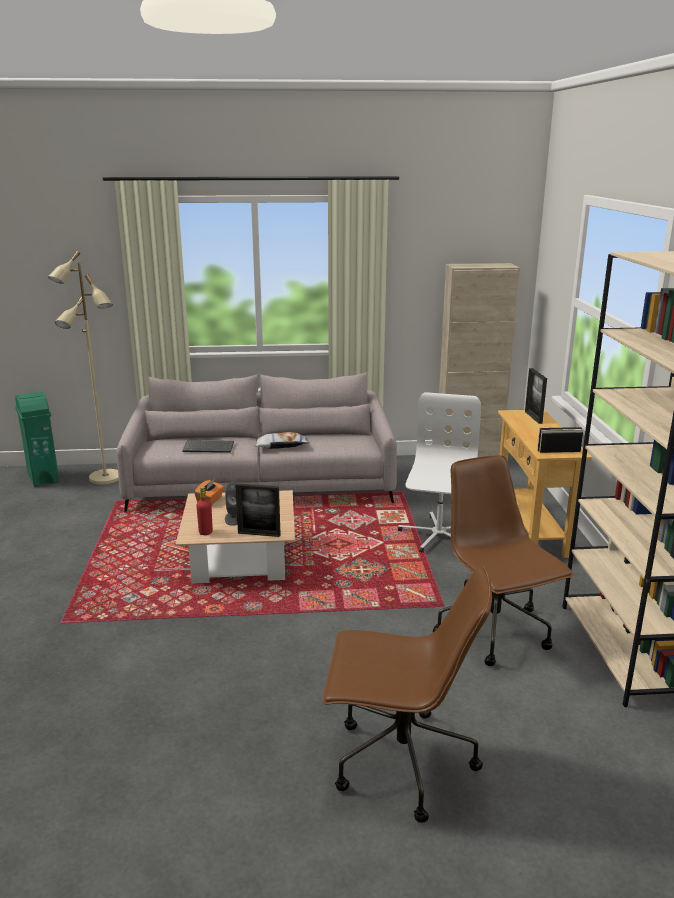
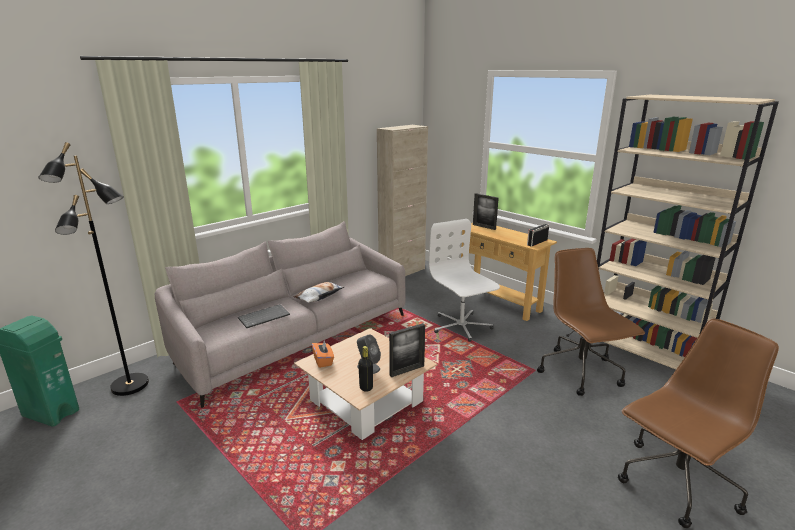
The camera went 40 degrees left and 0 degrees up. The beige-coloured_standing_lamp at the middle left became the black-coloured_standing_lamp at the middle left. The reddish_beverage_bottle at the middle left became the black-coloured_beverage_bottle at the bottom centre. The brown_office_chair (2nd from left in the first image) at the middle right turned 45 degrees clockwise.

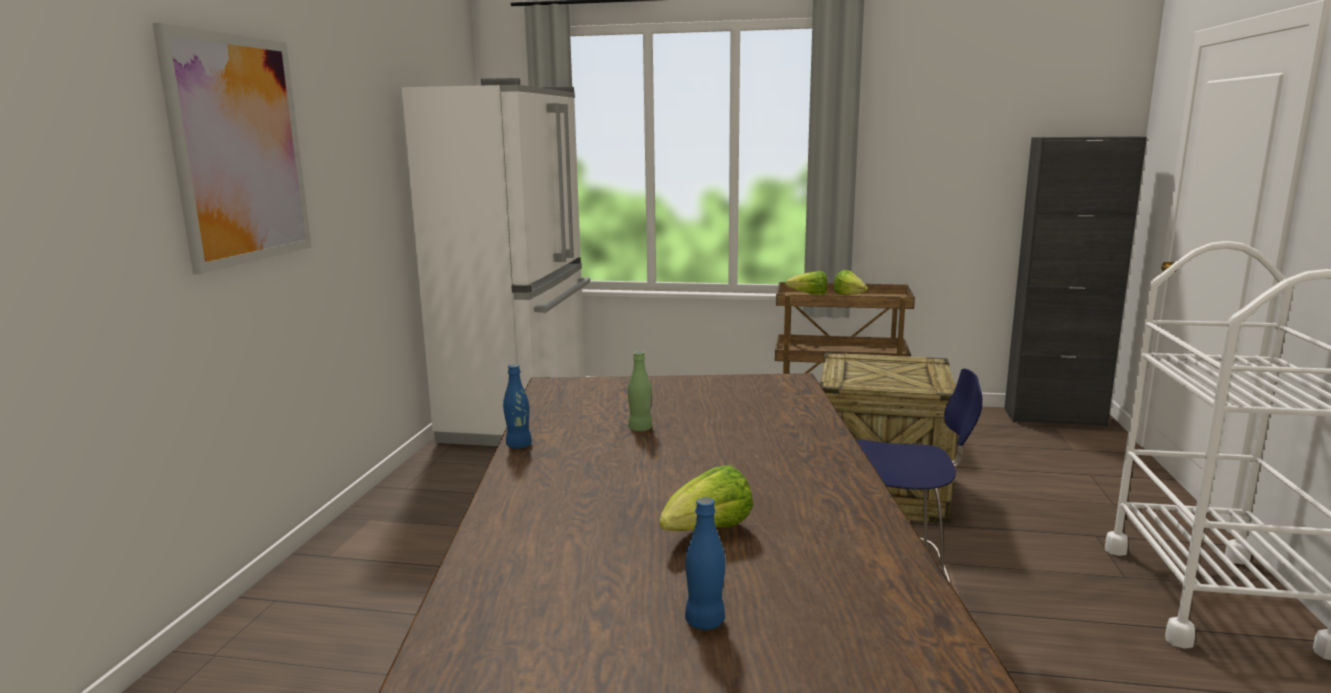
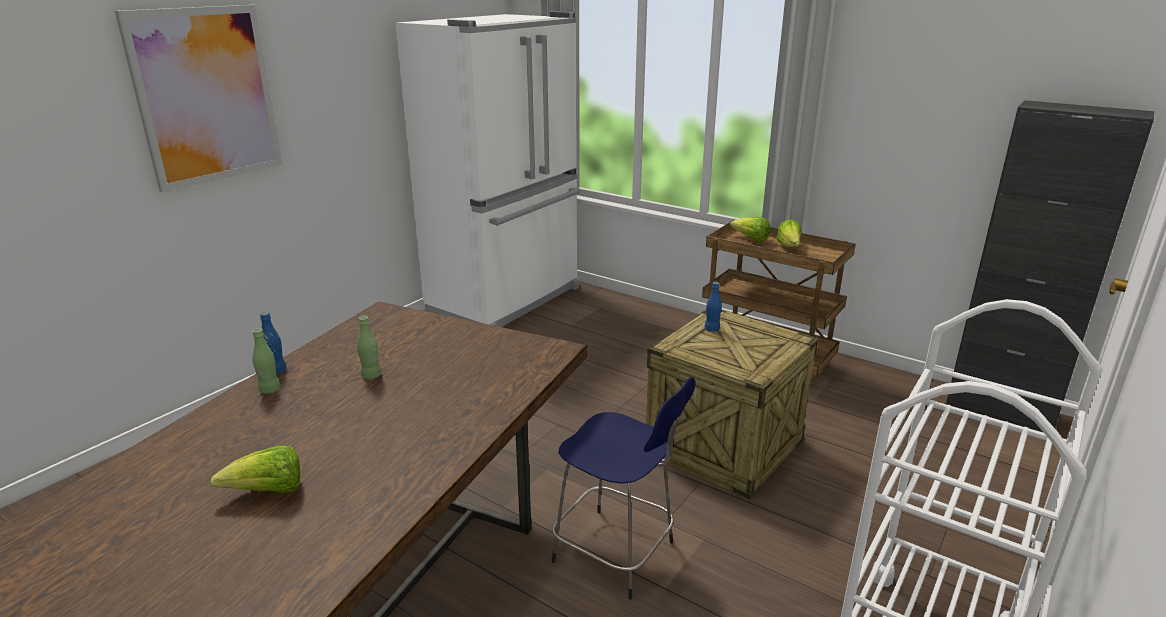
The camera went 25 degrees right and 10 degrees up. The blue-coloured_beverage_bottle (2nd from left) moved from the bottom centre to the centre. The green_beverage_bottle (1st from left) at the middle left appeared.

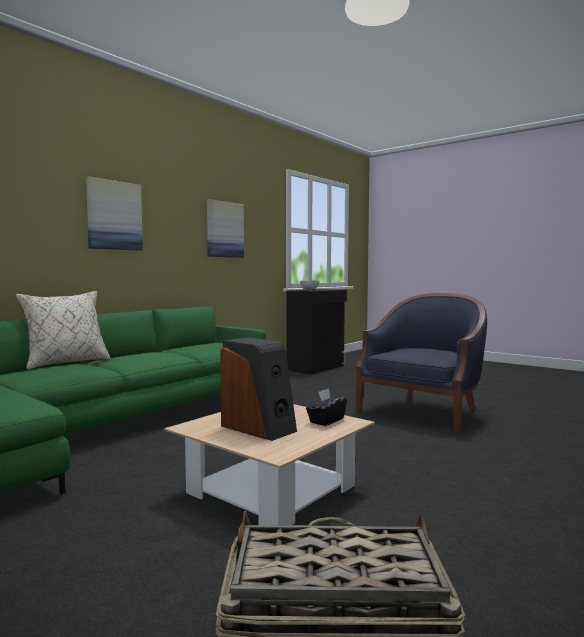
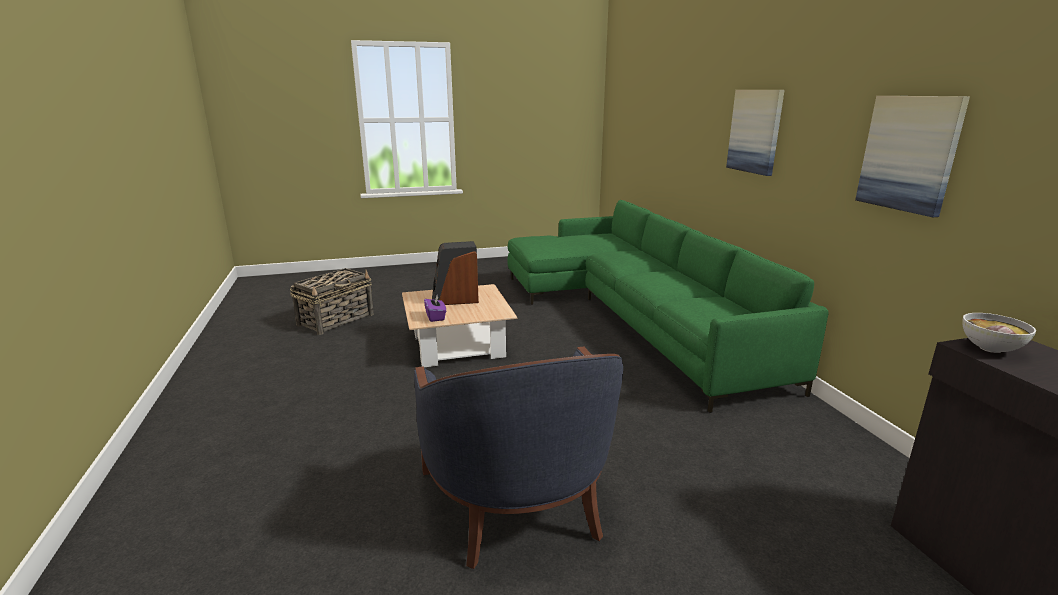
The camera went 125 degrees right and 15 degrees up. The beige-coloured_pillow at the middle left disappeared. The black-coloured_tissue_box at the centre became the purple_tissue_box at the centre.

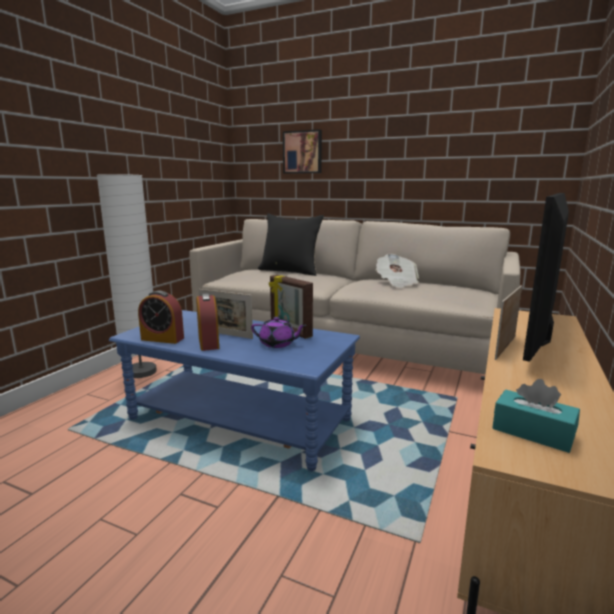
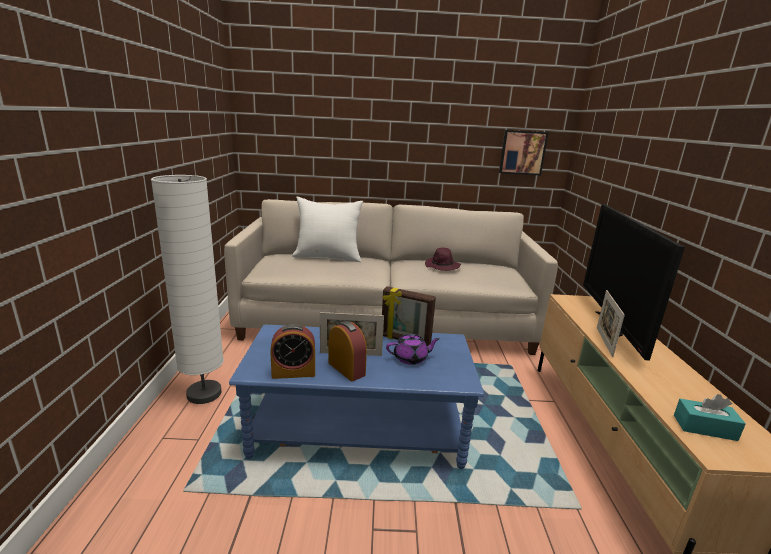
The camera went 25 degrees left and 5 degrees up. The black-coloured_pillow at the centre became the white-coloured_pillow at the centre. The wall_art moved from the top centre to the top right. The newspaper at the centre was replaced by the purple_wearable_hat at the centre.

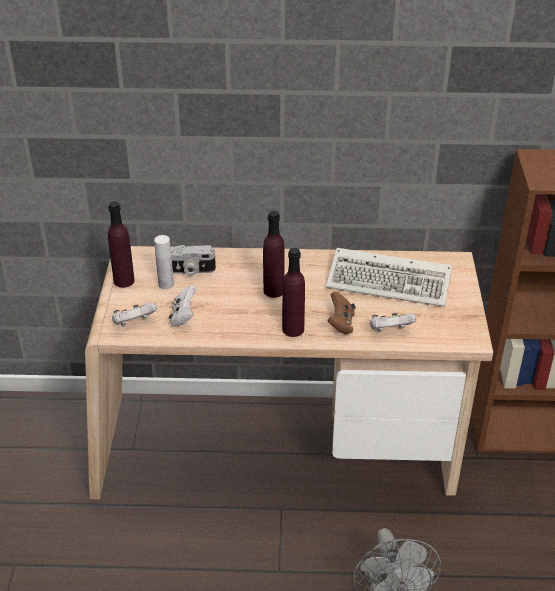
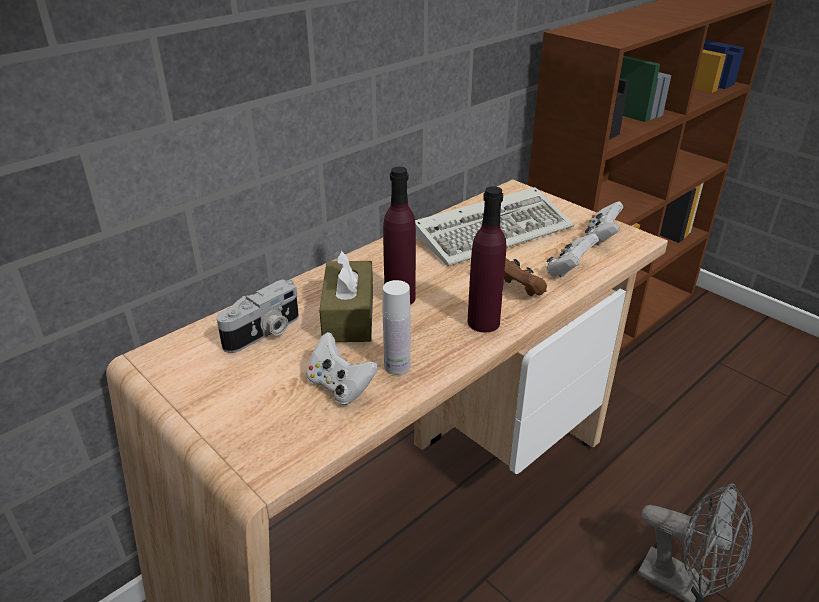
The camera went 45 degrees left and 5 degrees down. The purple_beverage_bottle (1st from left) at the middle left disappeared. The white-coloured_gamepad (1st from left in the first image) moved from the middle left to the middle right. The white-coloured_beverage_bottle moved from the middle left to the centre. The brown_tissue_box at the centre appeared.

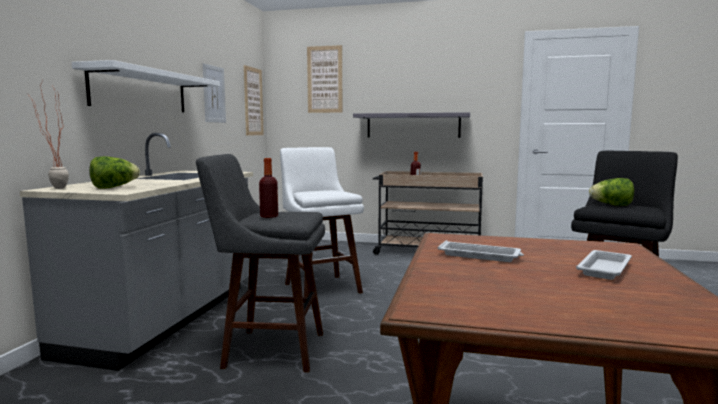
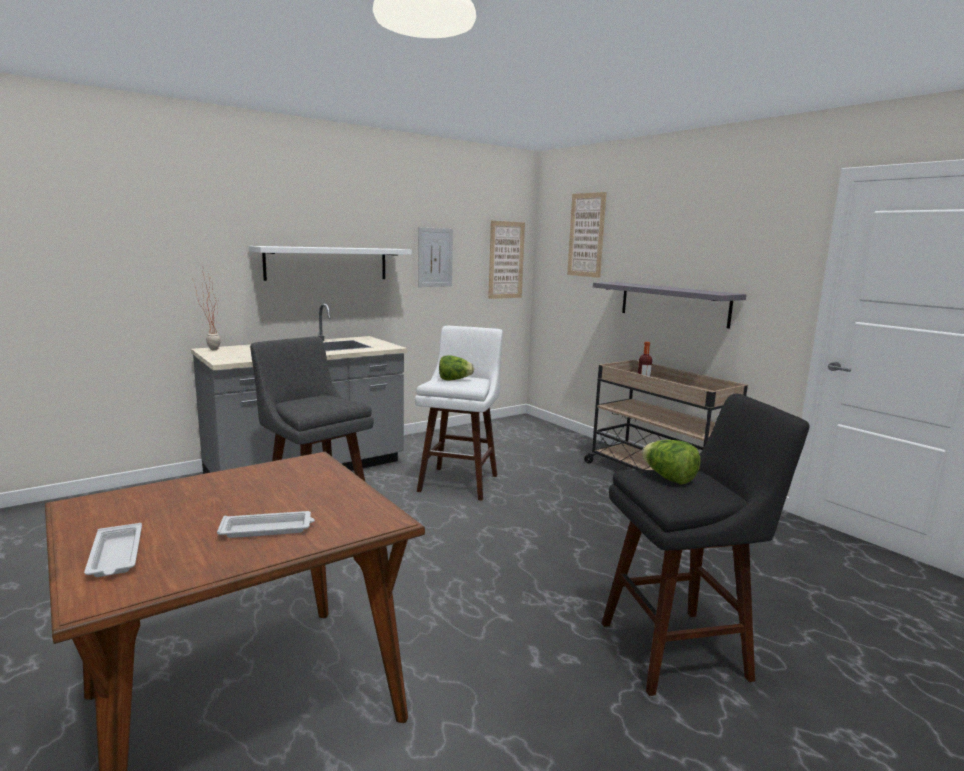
The camera went 40 degrees right and 5 degrees up. The lettuce_head (1st from left) moved from the middle left to the centre. The beverage_bottle (1st from left) at the centre disappeared. The white-coloured_carrying_tray (1st from left) moved from the middle right to the bottom left.

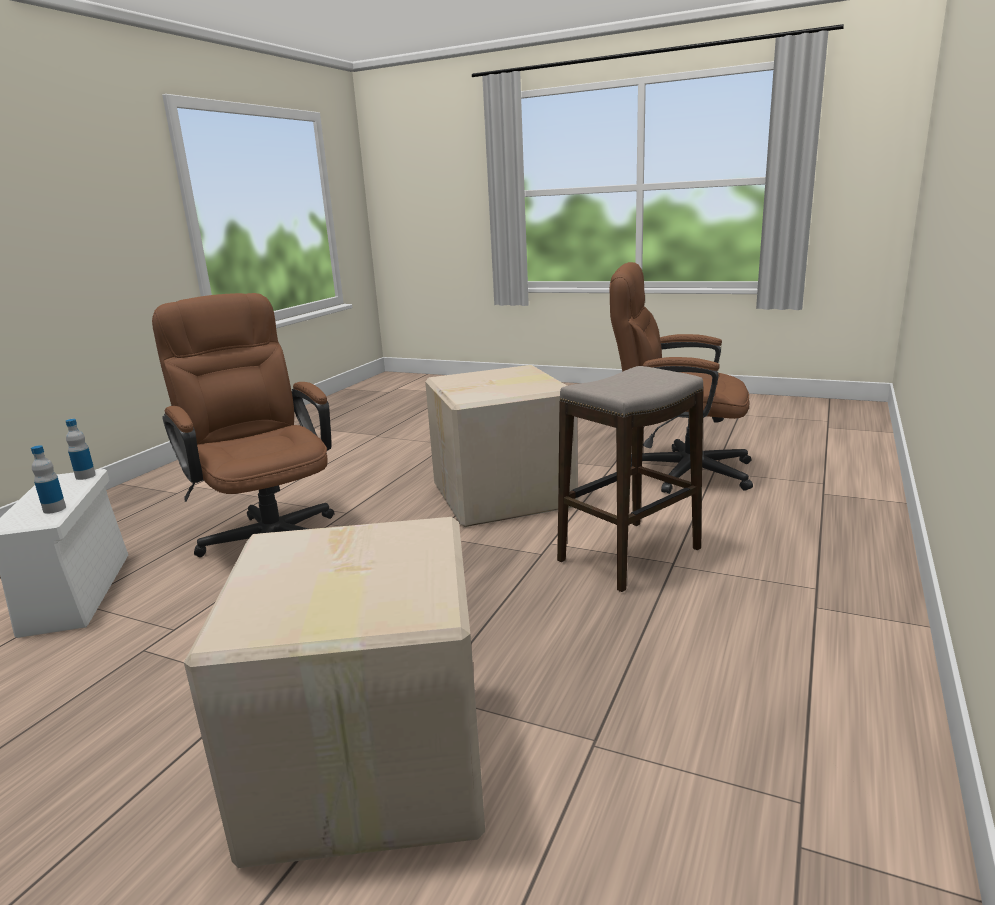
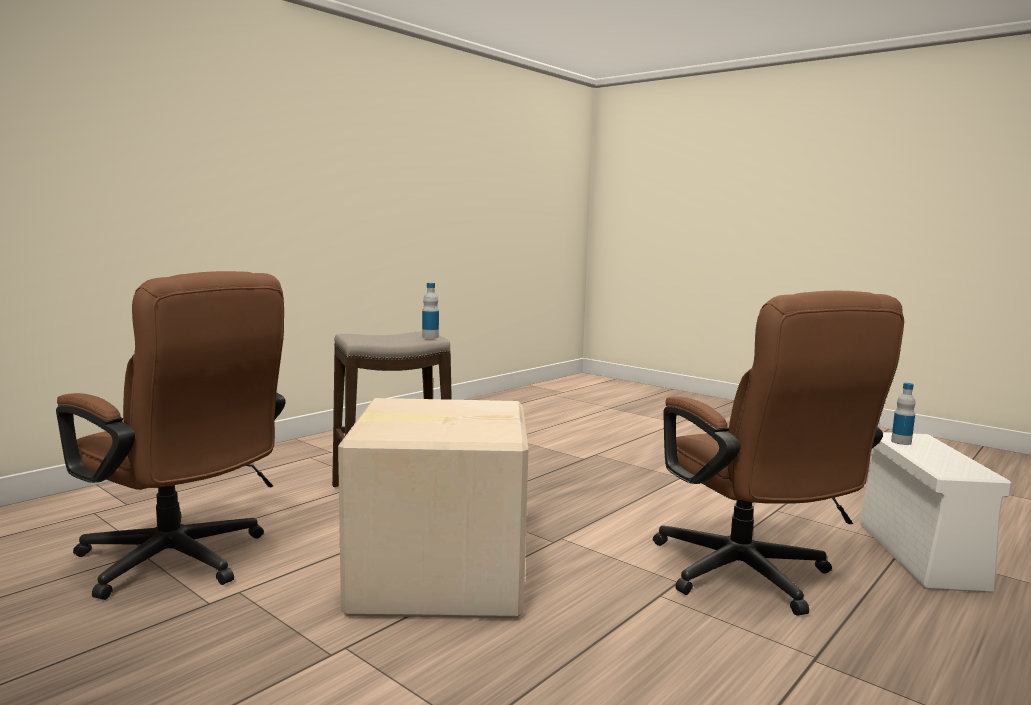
The camera went 165 degrees left and 10 degrees down. The beverage_bottle (2nd from left in the first image) moved from the middle left to the centre. The carton (1st from left) at the bottom centre disappeared.

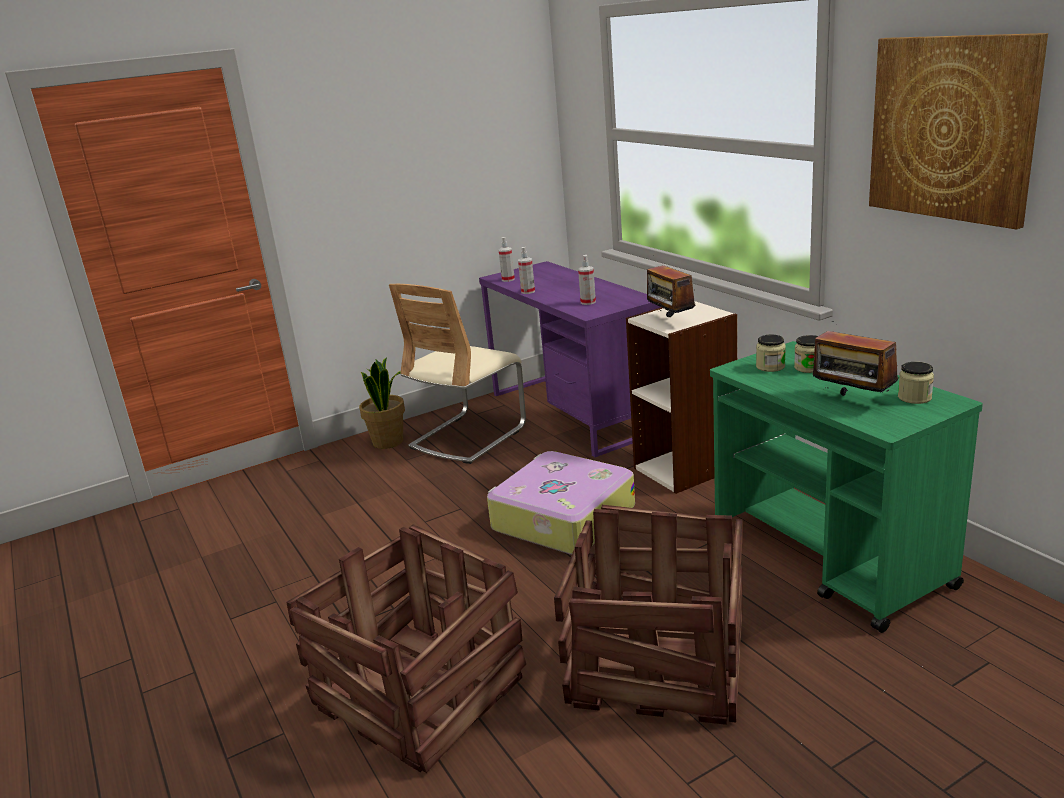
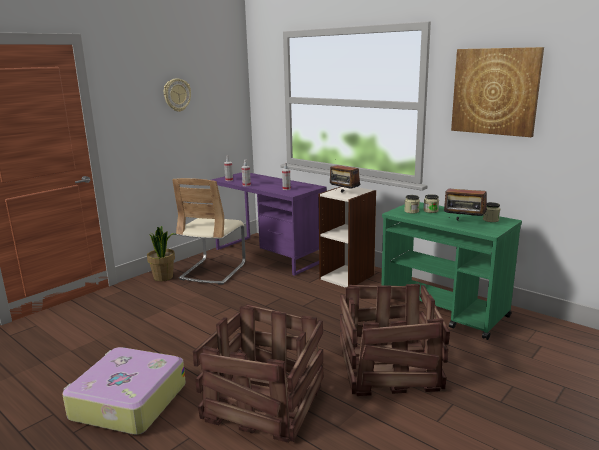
The camera went 20 degrees left and 5 degrees down. The piece_of_luggage moved from the centre to the bottom left. The wall_clock at the top left appeared.

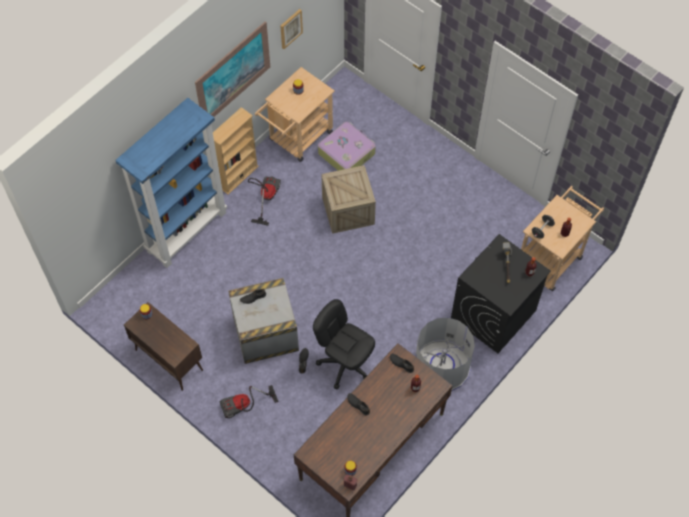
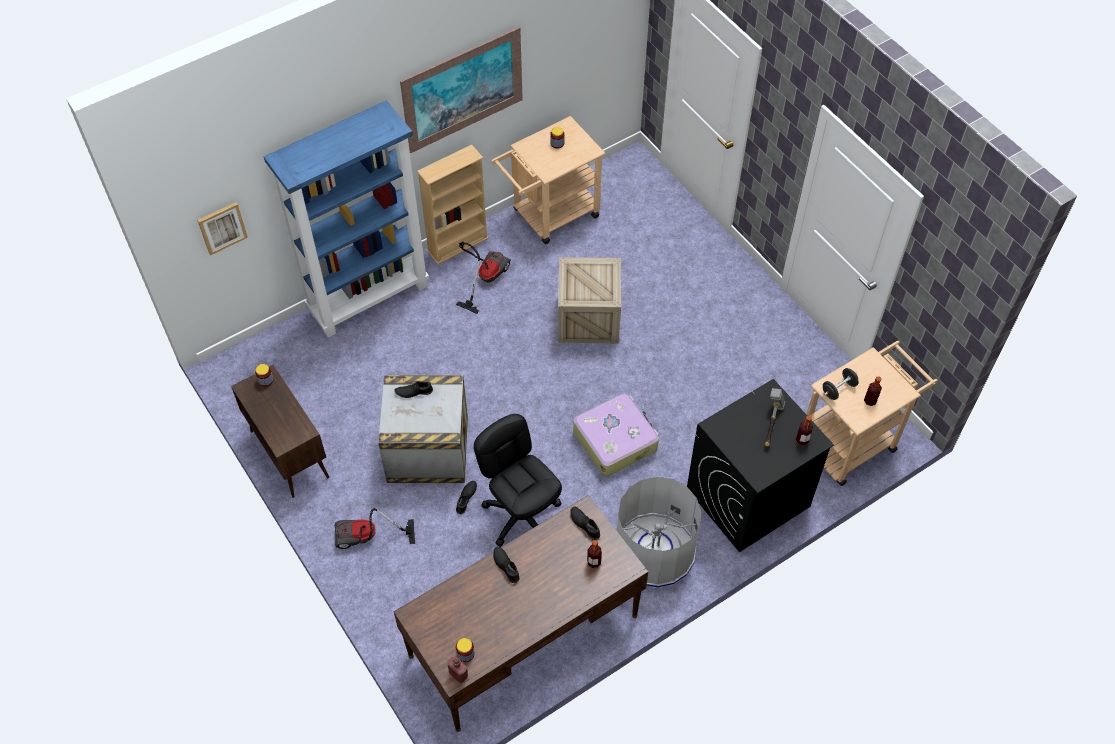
The camera went 15 degrees right and 5 degrees down. The wall_art (2nd from left in the first image) moved from the top centre to the top left. The piece_of_luggage moved from the top centre to the centre.

